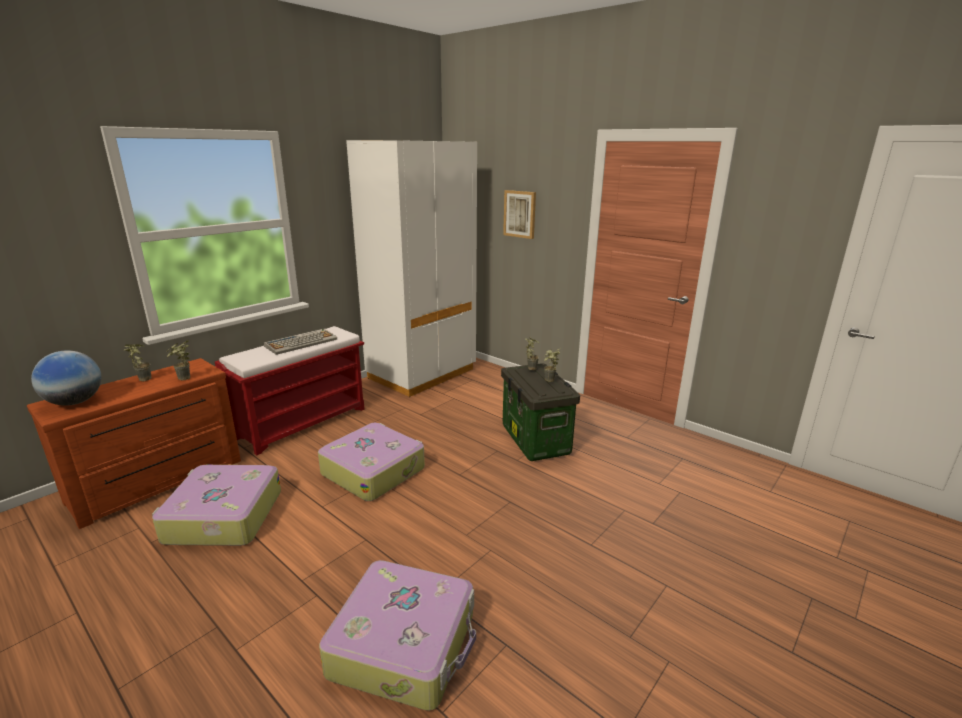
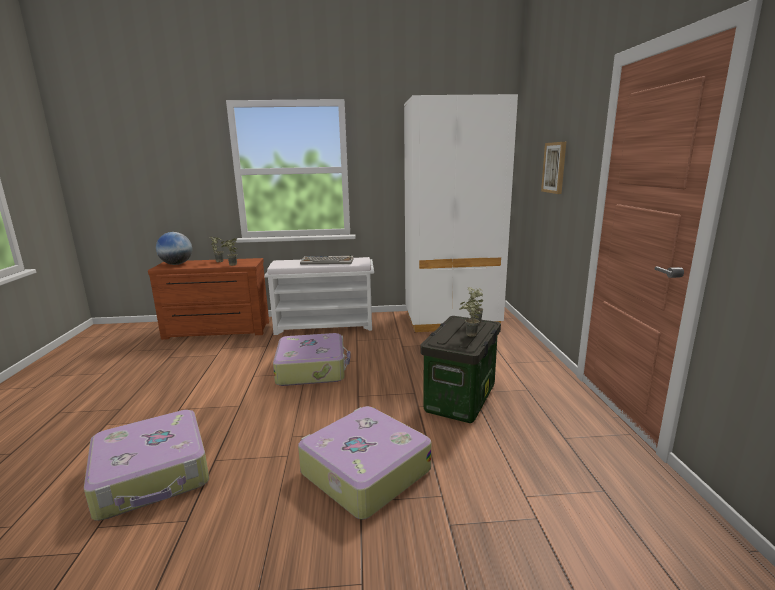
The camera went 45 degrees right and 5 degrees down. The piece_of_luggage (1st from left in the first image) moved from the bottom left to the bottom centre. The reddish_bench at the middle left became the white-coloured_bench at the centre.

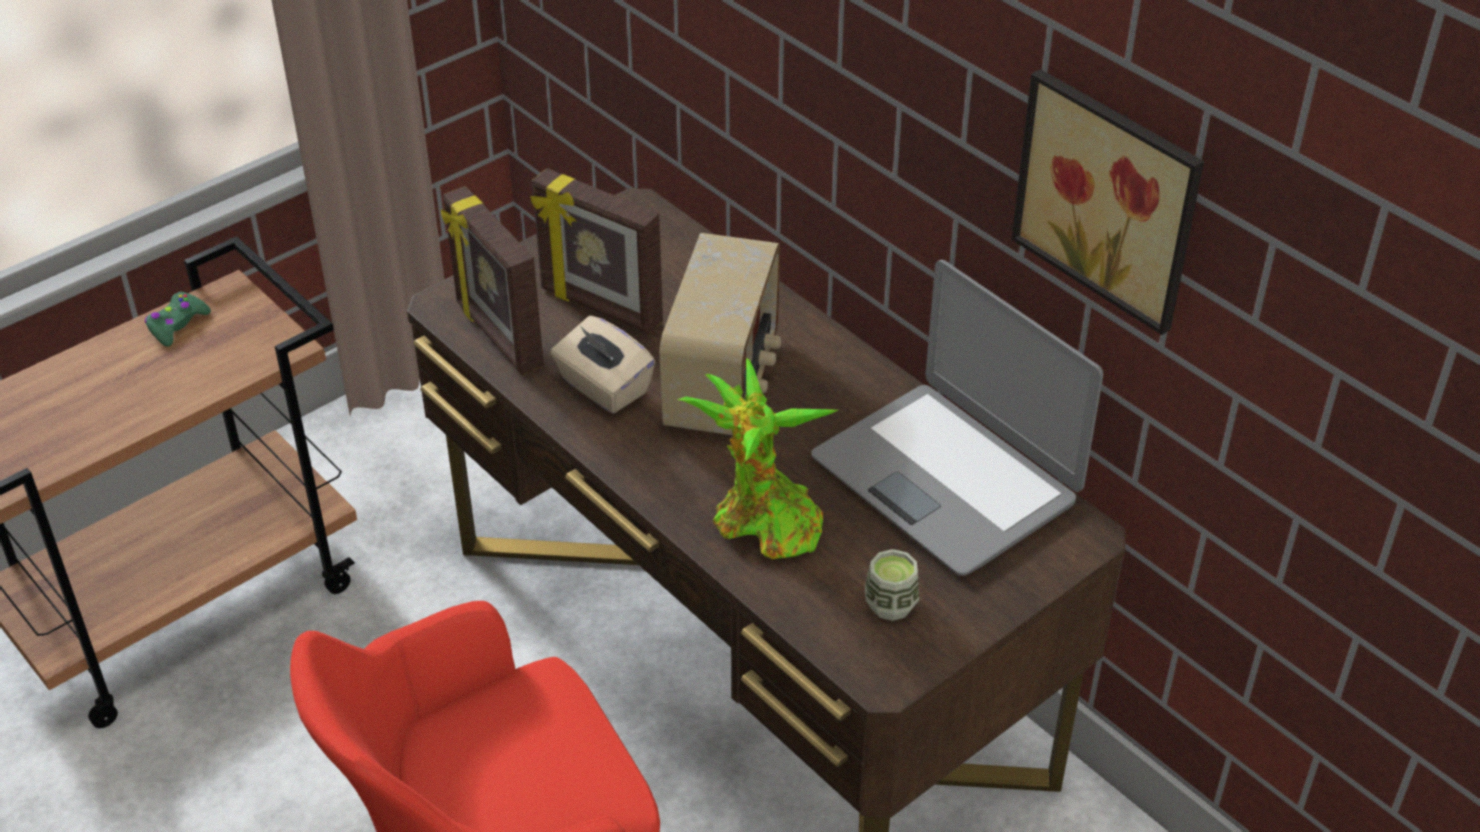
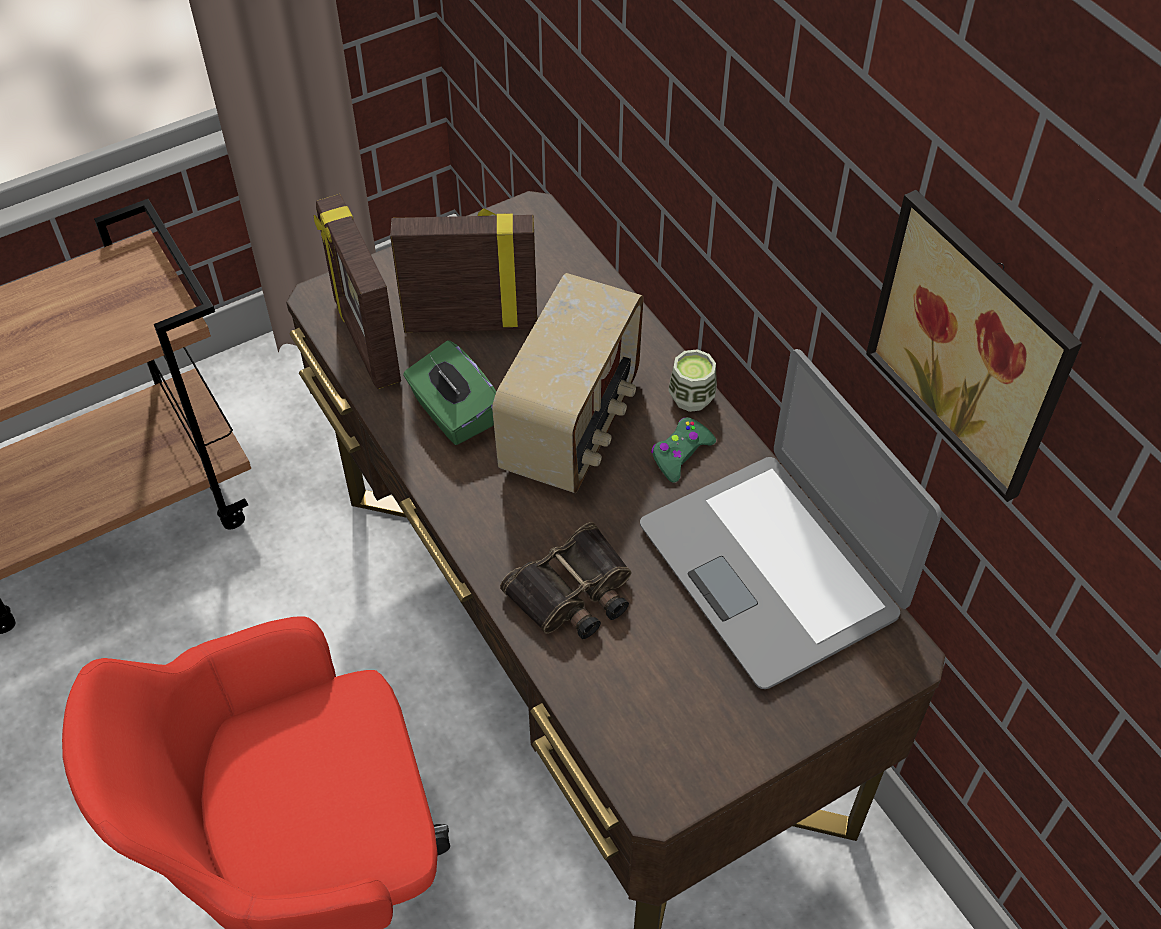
The camera went 10 degrees right and 10 degrees up. The green_gamepad moved from the middle left to the centre. The picture_frame (2nd from left) at the top centre turned 135 degrees clockwise. The beige-coloured_tissue_box at the centre became the green_tissue_box at the centre. The plant_in_a_pot at the centre was replaced by the field_glasses at the centre. The drinking_cup moved from the bottom centre to the centre.

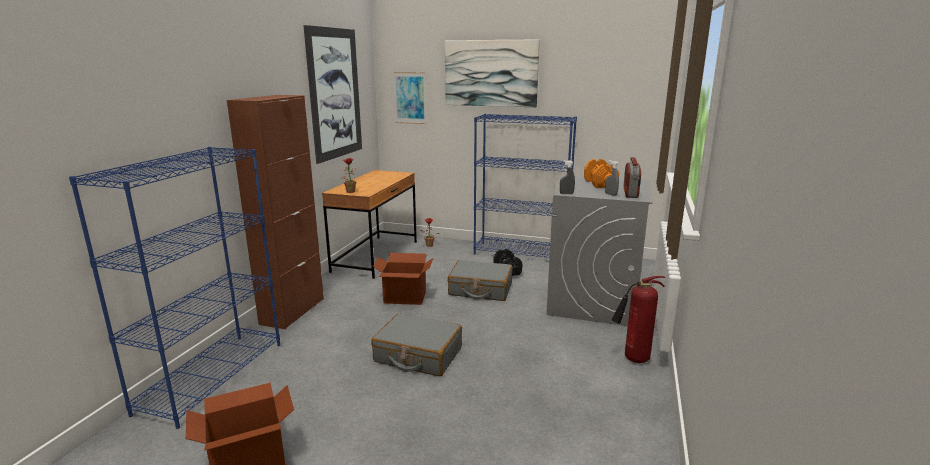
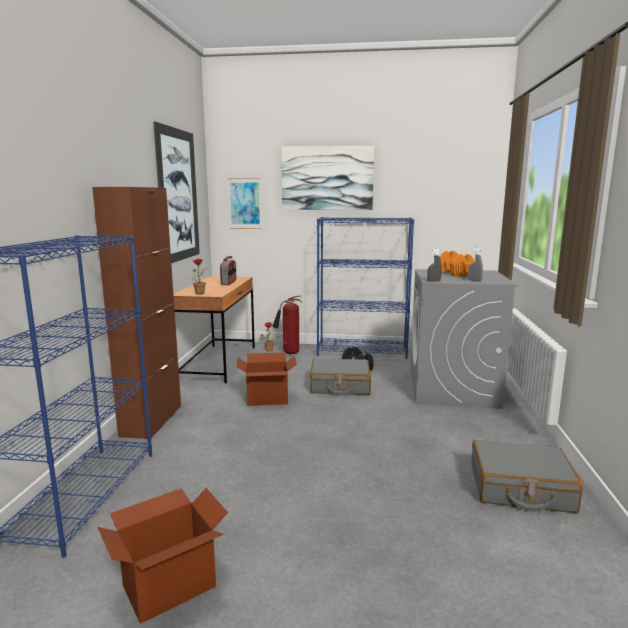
The camera went 10 degrees left and 5 degrees down. The grey_piece_of_luggage (1st from left in the first image) moved from the bottom centre to the bottom right. The extinguisher moved from the bottom right to the centre. The radio_set moved from the middle right to the centre.

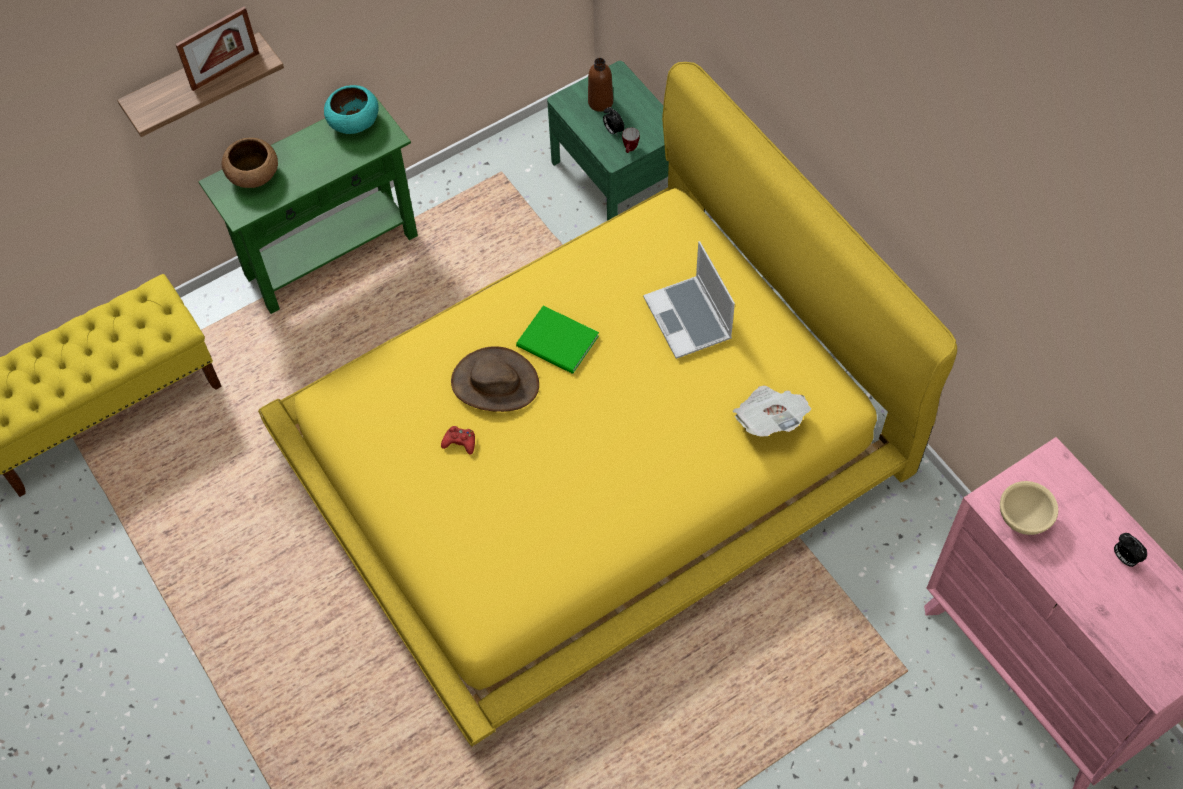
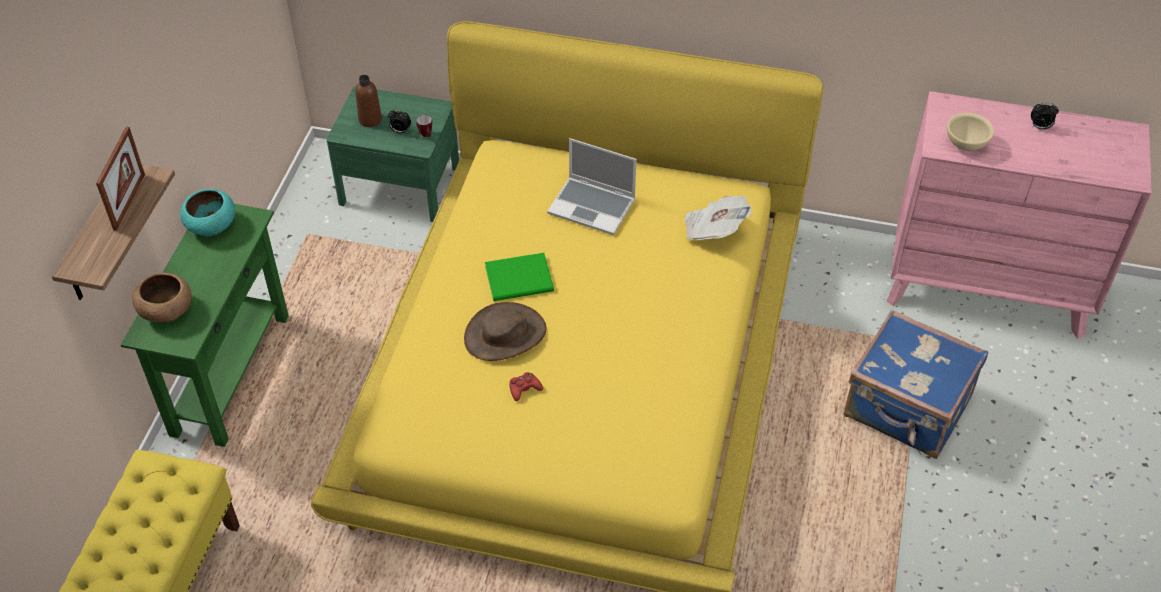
The camera went 45 degrees left and 10 degrees down. The blue-coloured_piece_of_luggage at the middle right appeared.

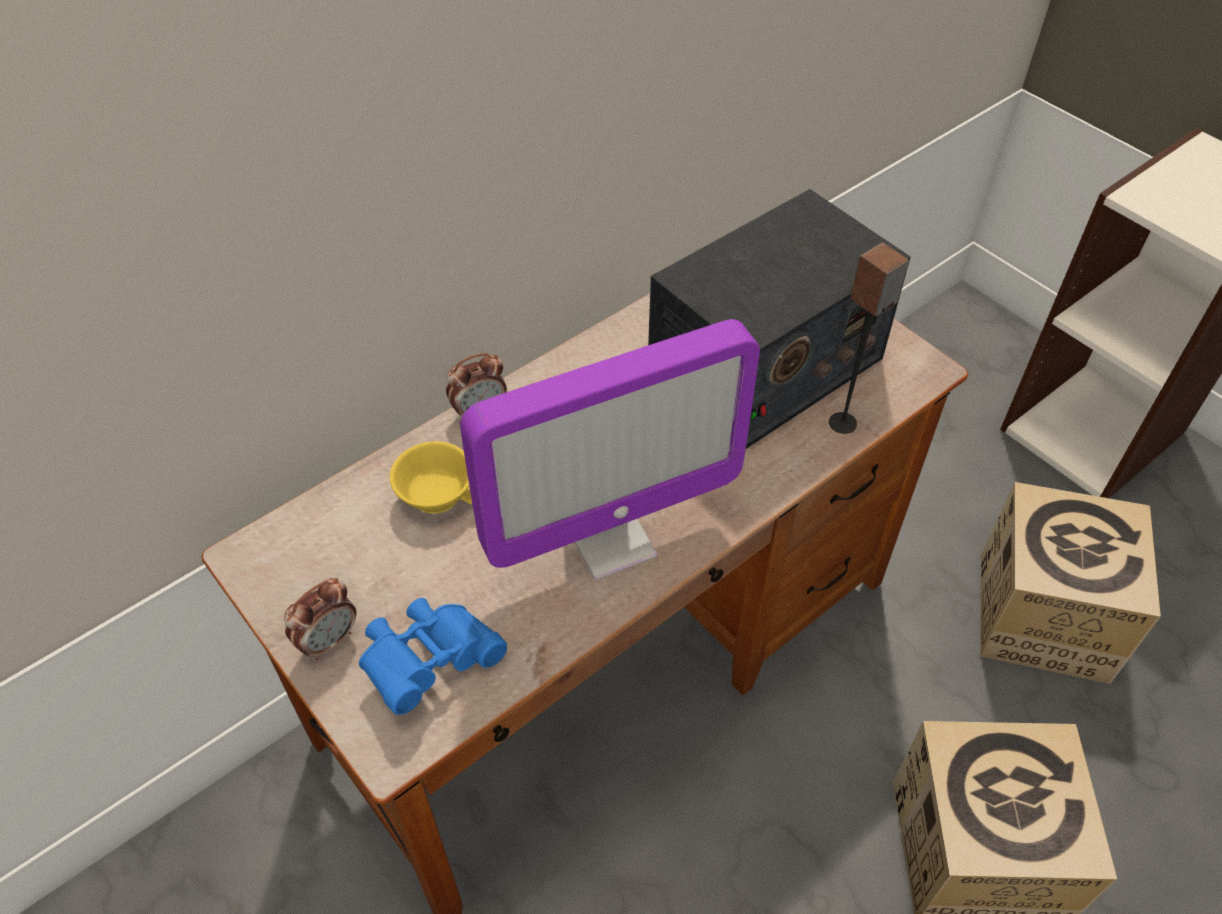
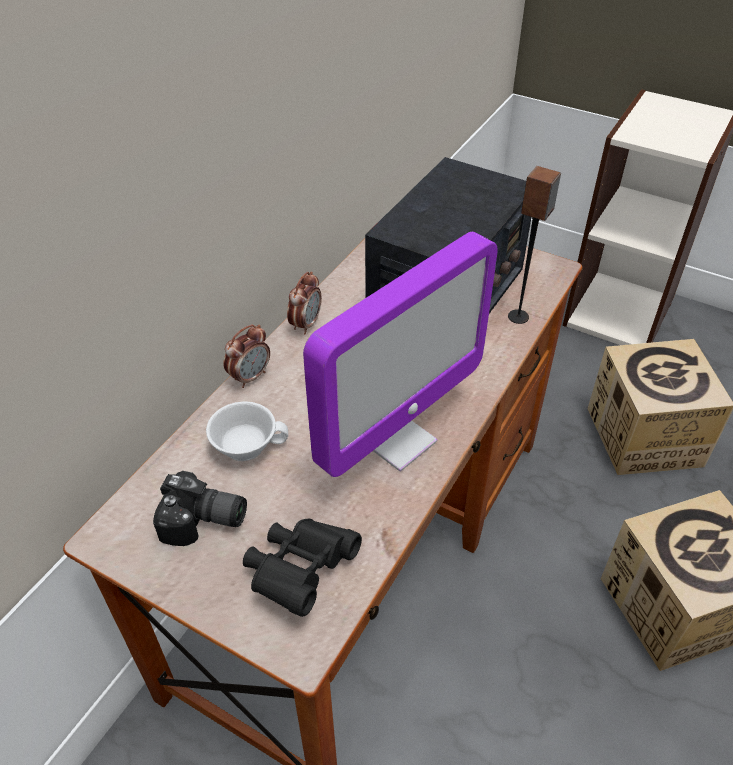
The camera went 20 degrees left and 5 degrees down. The alarm_clock (1st from left in the first image) moved from the bottom left to the centre. The blue-coloured_field_glasses at the bottom centre became the black-coloured_field_glasses at the bottom centre. The yellow-coloured_drinking_cup at the centre became the white-coloured_drinking_cup at the centre. The still_camera at the middle left appeared.

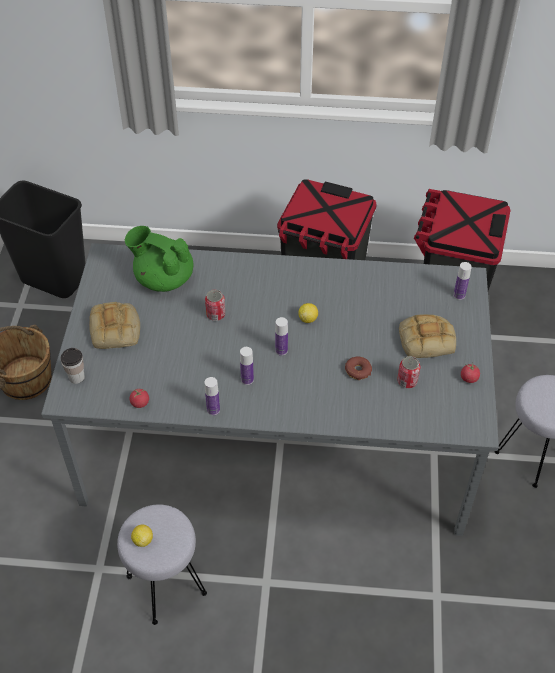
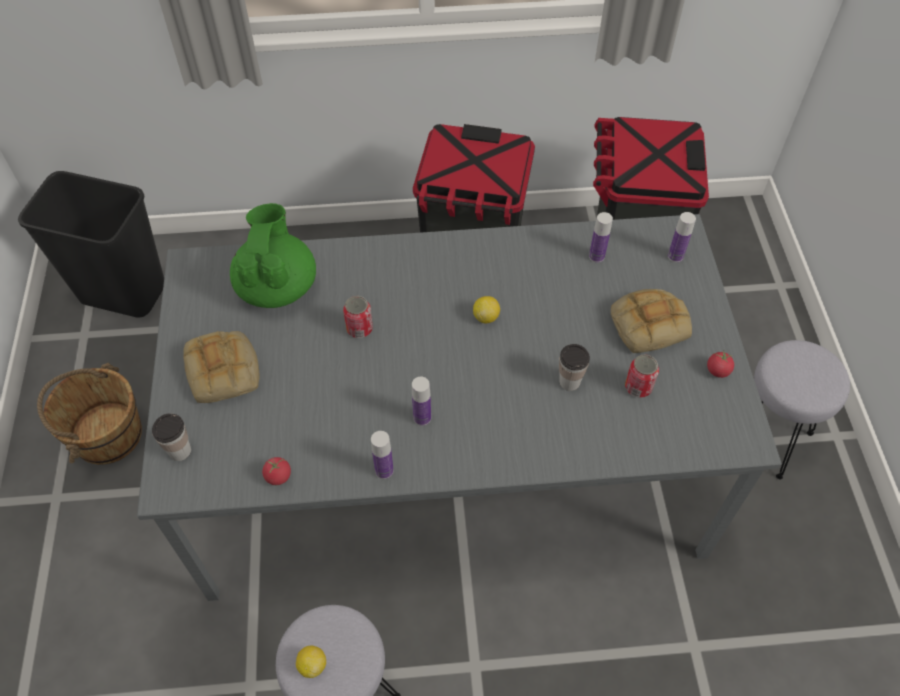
The camera went 10 degrees left and 5 degrees up. The green_tea_pot at the middle left turned 75 degrees clockwise. The beverage_bottle (3rd from left) moved from the centre to the middle right. The donut at the centre was replaced by the drinking_cup (2nd from left) at the centre.

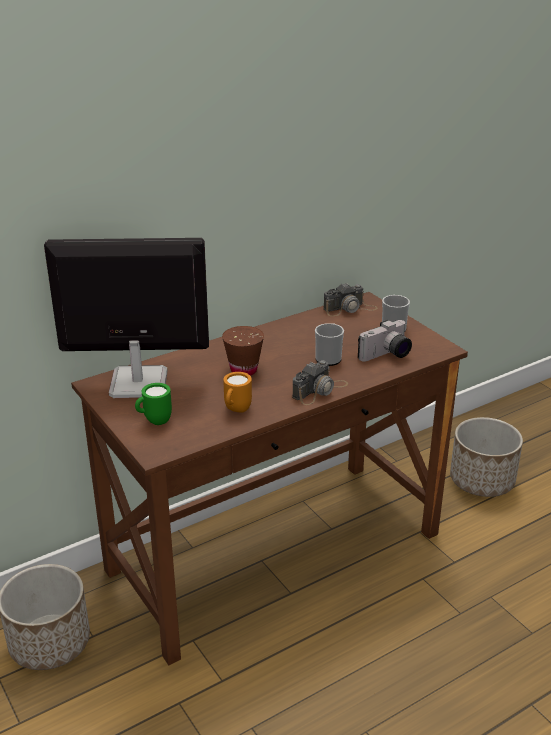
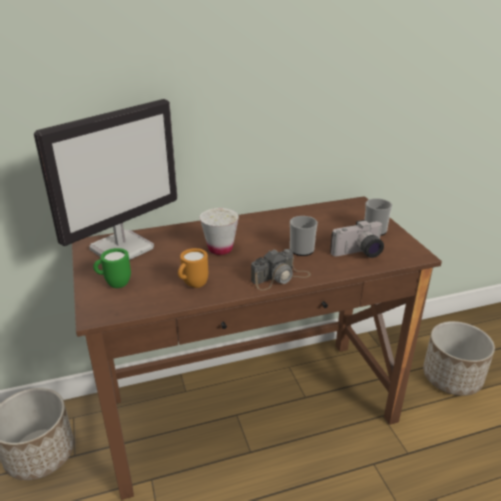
The camera went 15 degrees right and 0 degrees up. The monitor at the middle left turned 120 degrees clockwise. The brown_drinking_cup at the centre became the white-coloured_drinking_cup at the centre. The still_camera (2nd from left) at the centre disappeared.

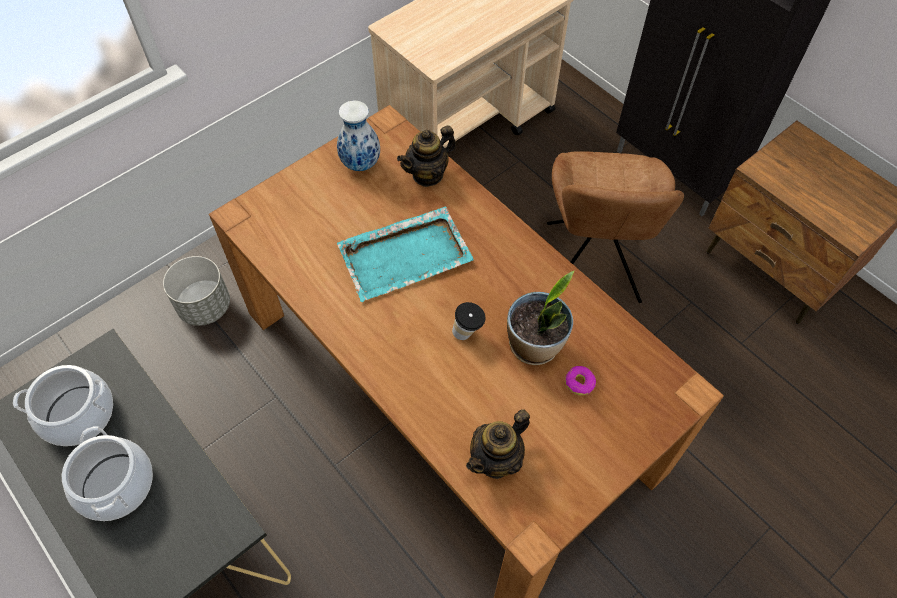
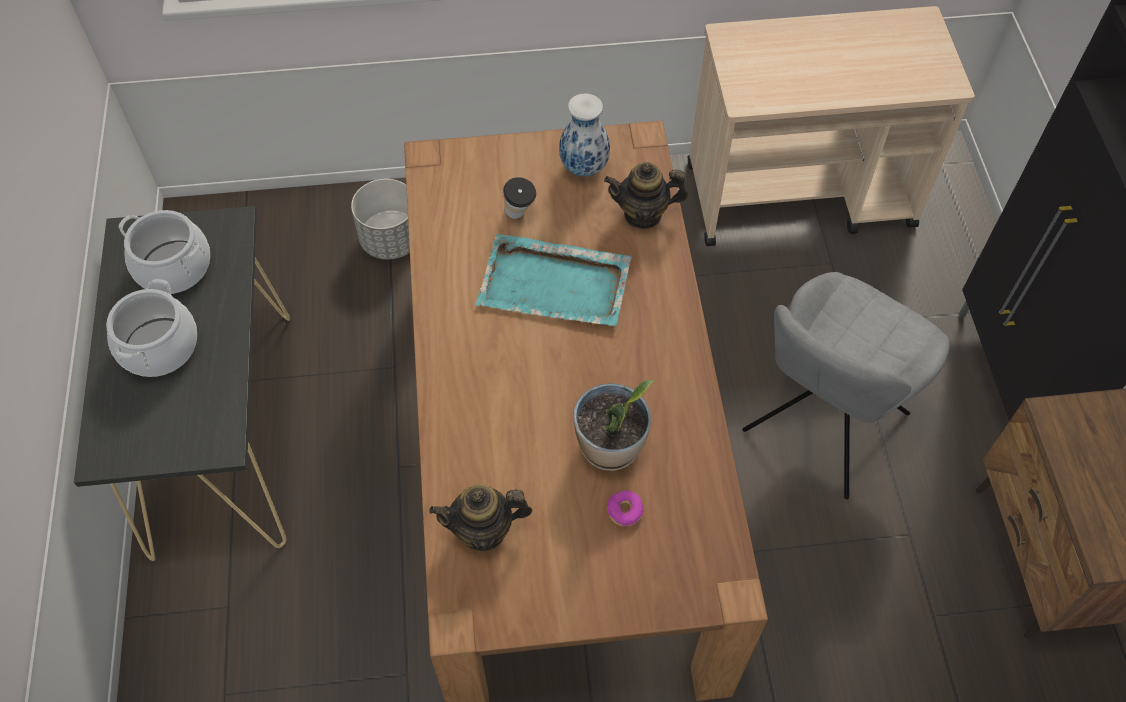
The camera went 35 degrees right and 0 degrees up. The drinking_cup moved from the centre to the top centre. The brown_upright_chair at the middle right became the grey_upright_chair at the middle right.

